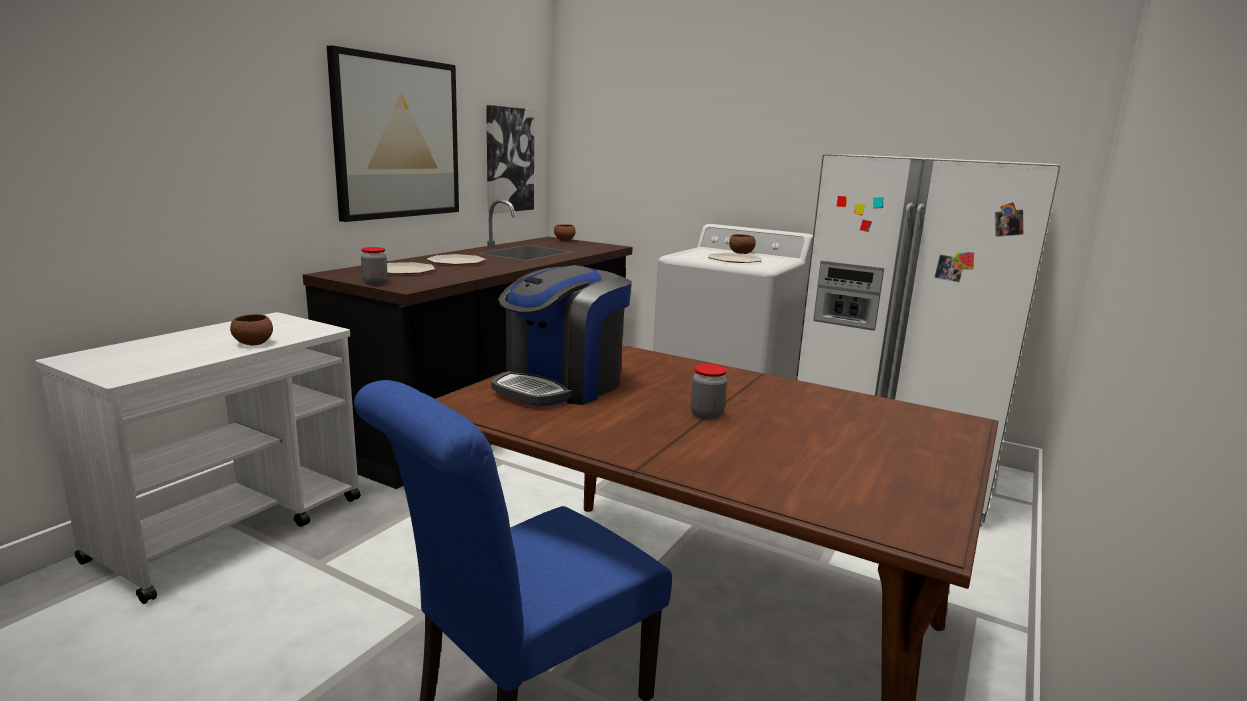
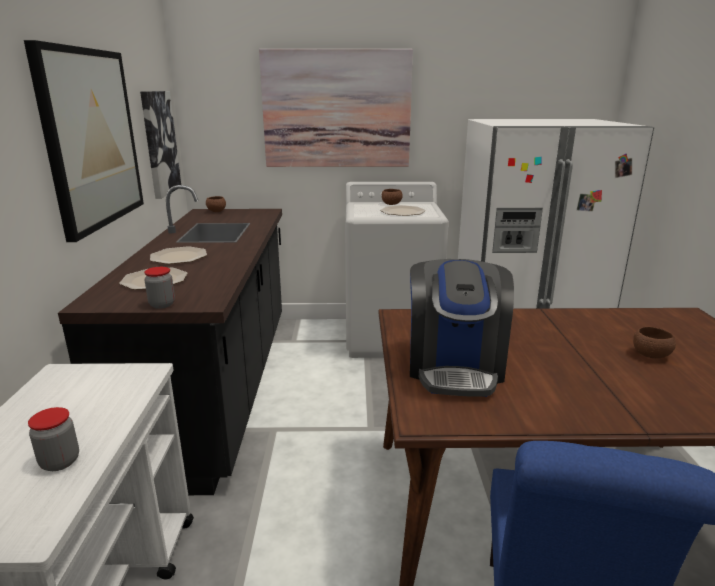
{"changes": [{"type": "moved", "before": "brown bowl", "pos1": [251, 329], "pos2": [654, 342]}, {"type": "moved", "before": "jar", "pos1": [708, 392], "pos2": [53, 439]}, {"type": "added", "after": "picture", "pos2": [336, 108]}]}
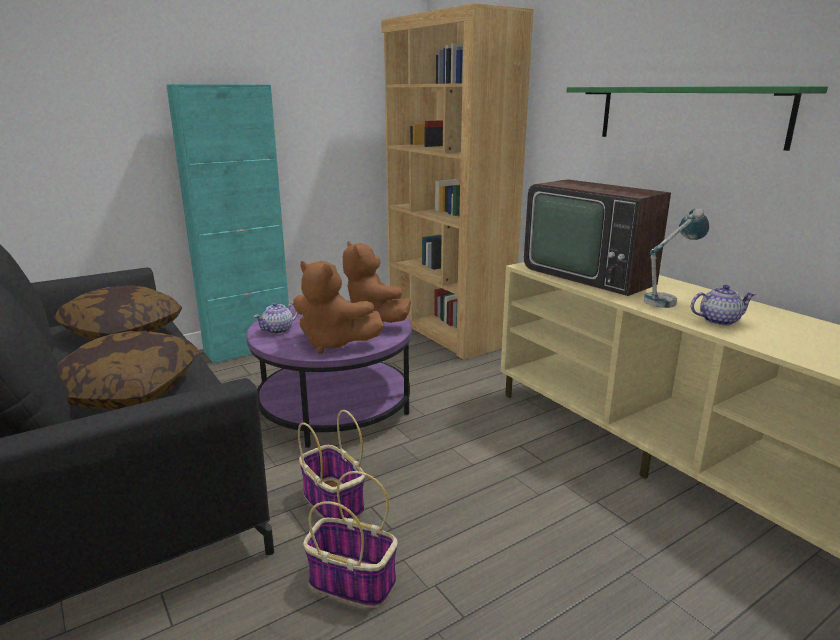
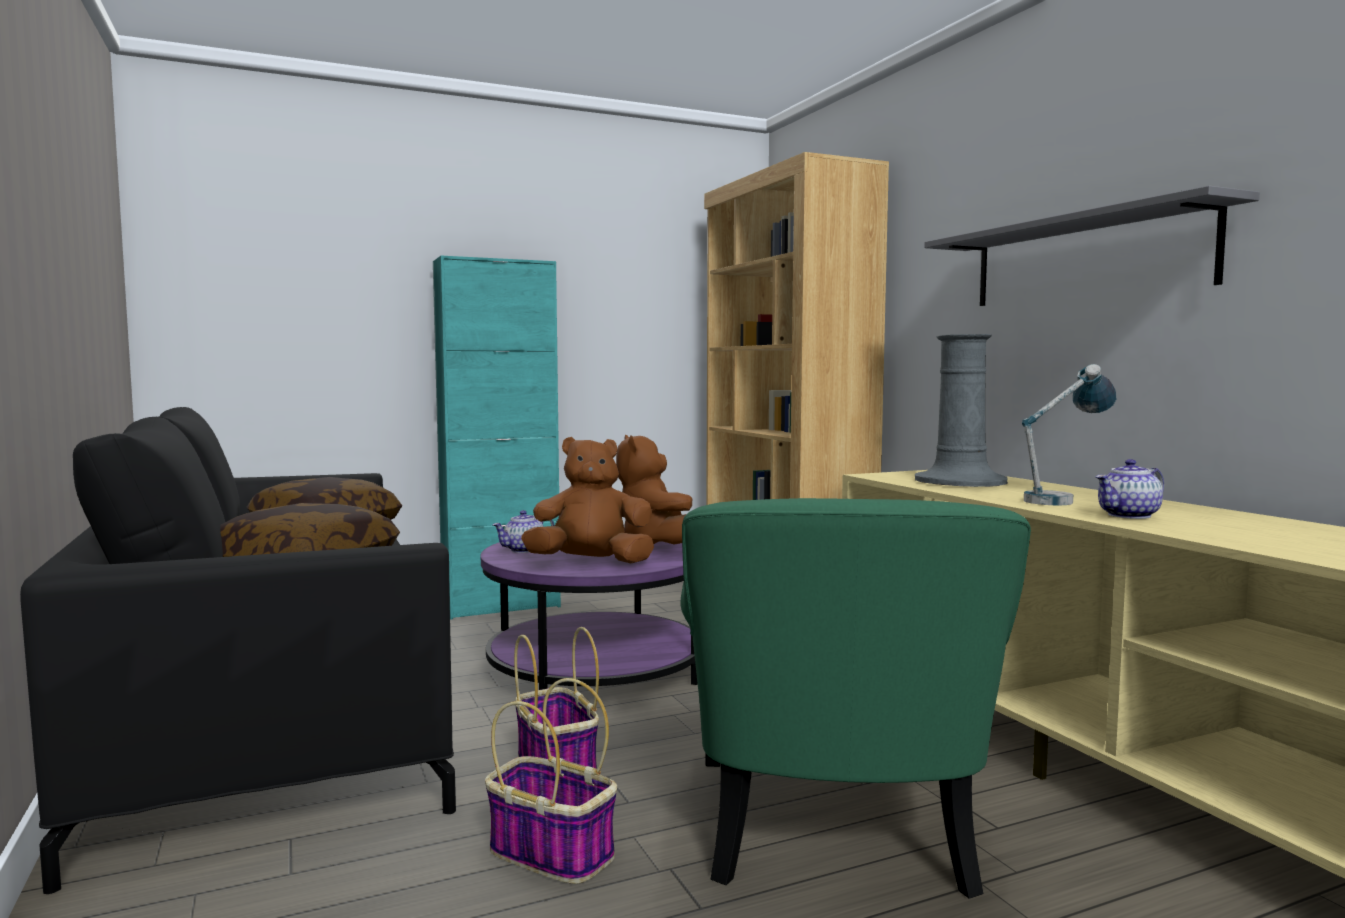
{"changes": [{"type": "turned", "before": "brown plush toy", "pos1": [338, 307], "pos2": [587, 500], "turn": 135}, {"type": "replaced", "before": "television", "after": "grey vase", "pos1": [597, 238], "pos2": [961, 410]}, {"type": "recoloured", "before": "green shelf", "after": "grey shelf", "pos1": [697, 118], "pos2": [1092, 246]}, {"type": "turned", "before": "teapot", "pos1": [723, 305], "pos2": [1130, 489], "turn": 150}, {"type": "added", "after": "green armchair", "pos2": [855, 698]}]}
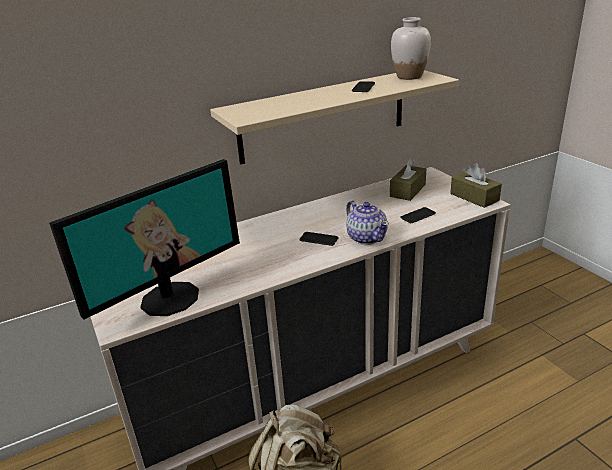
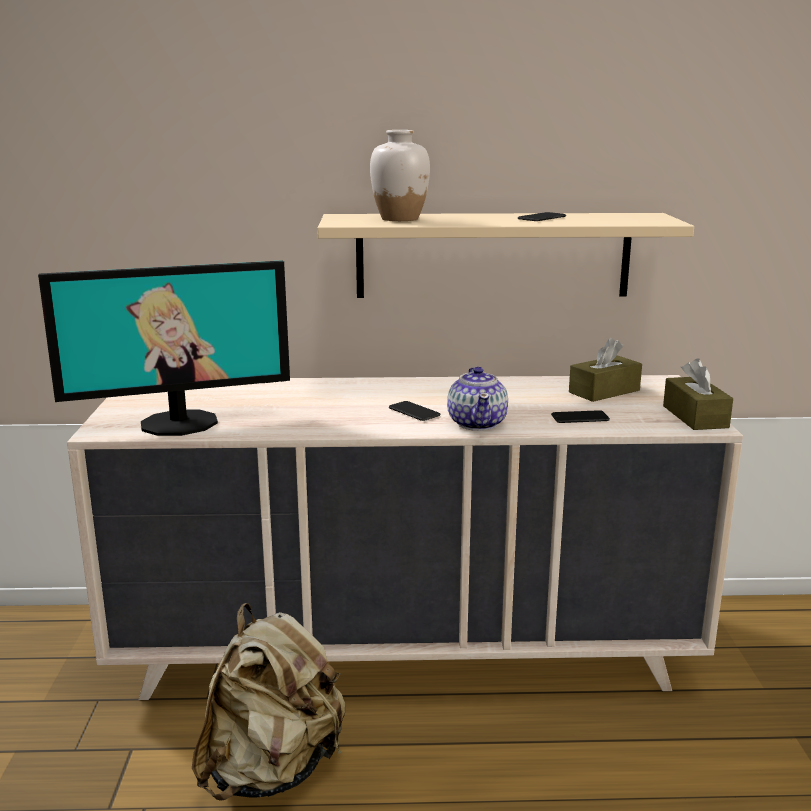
{"changes": [{"type": "moved", "before": "white vase", "pos1": [411, 48], "pos2": [400, 175]}]}
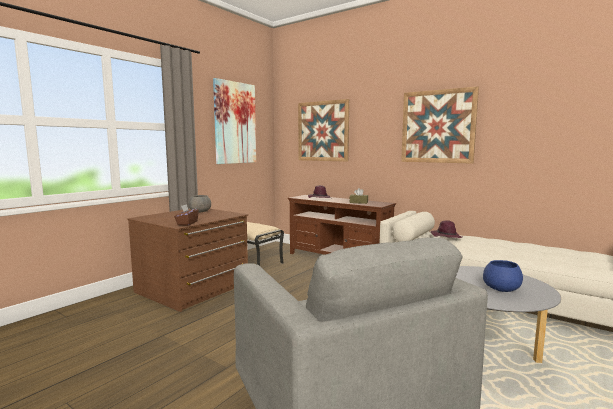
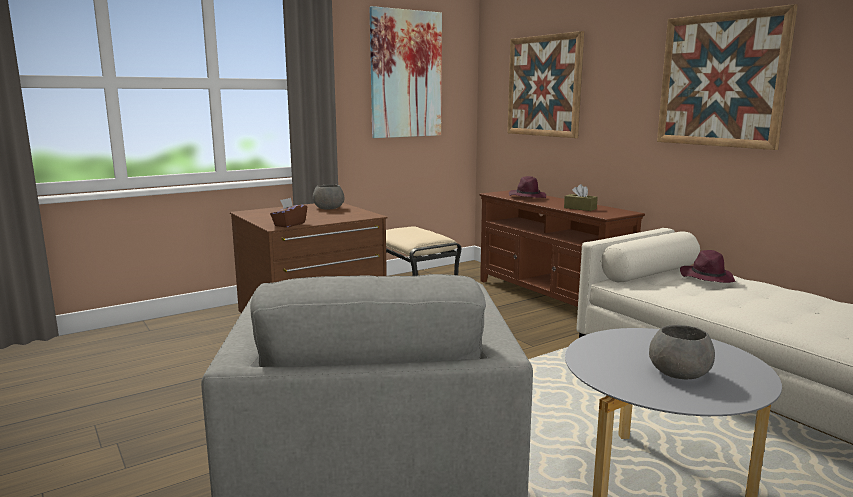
{"changes": [{"type": "recoloured", "before": "blue bowl", "after": "grey bowl", "pos1": [503, 276], "pos2": [682, 352]}]}
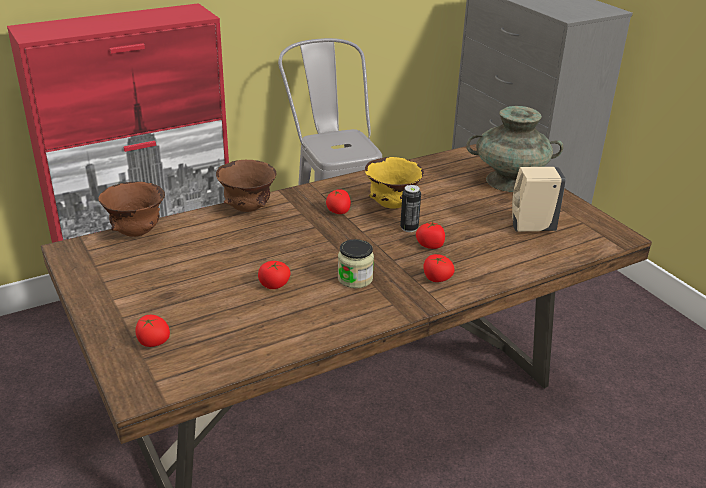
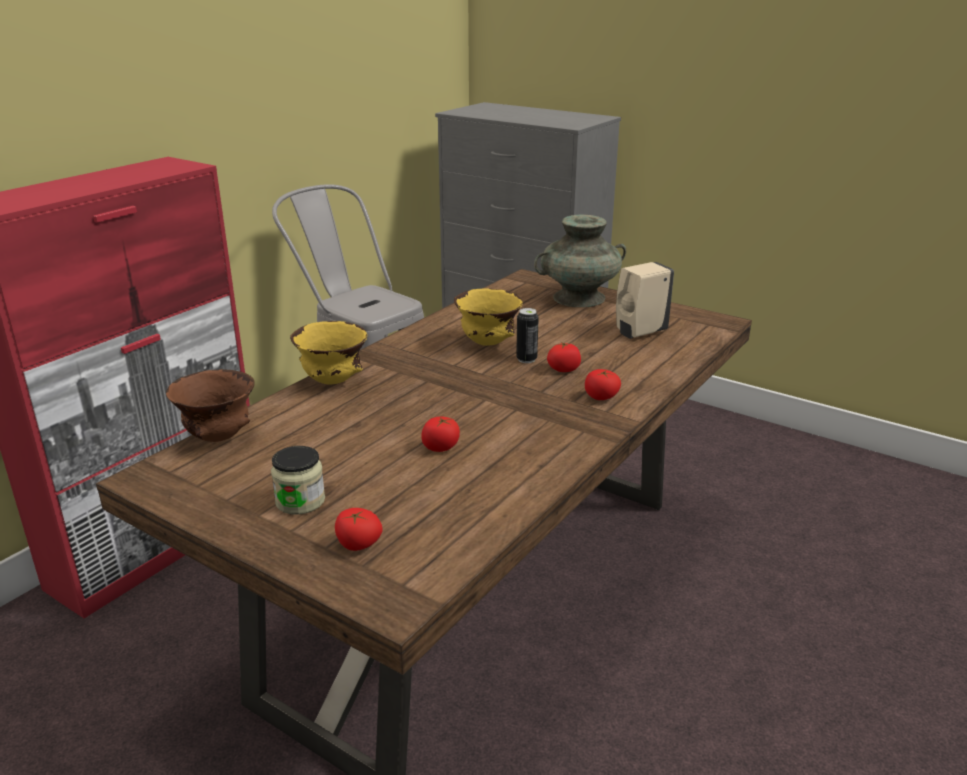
{"changes": [{"type": "recoloured", "before": "brown bowl", "after": "yellow bowl", "pos1": [246, 186], "pos2": [328, 353]}, {"type": "removed", "before": "tomato", "pos1": [338, 201]}, {"type": "moved", "before": "jar", "pos1": [356, 263], "pos2": [298, 480]}]}
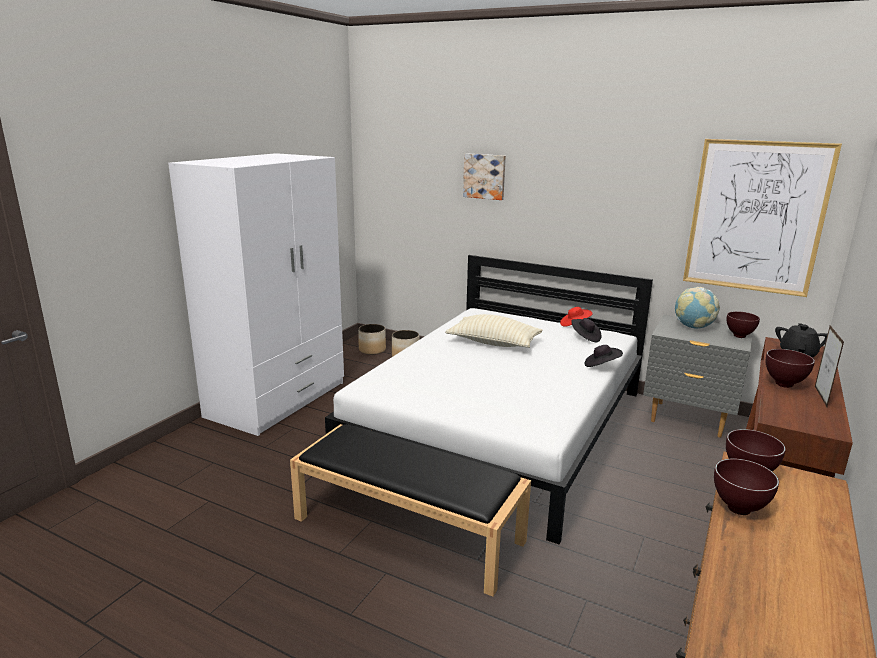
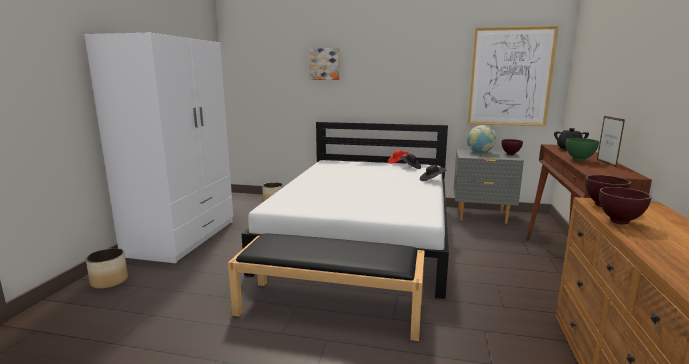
{"changes": [{"type": "moved", "before": "planter", "pos1": [372, 339], "pos2": [107, 268]}, {"type": "removed", "before": "beige pillow", "pos1": [494, 331]}, {"type": "recoloured", "before": "brown bowl", "after": "green bowl", "pos1": [790, 368], "pos2": [582, 150]}]}
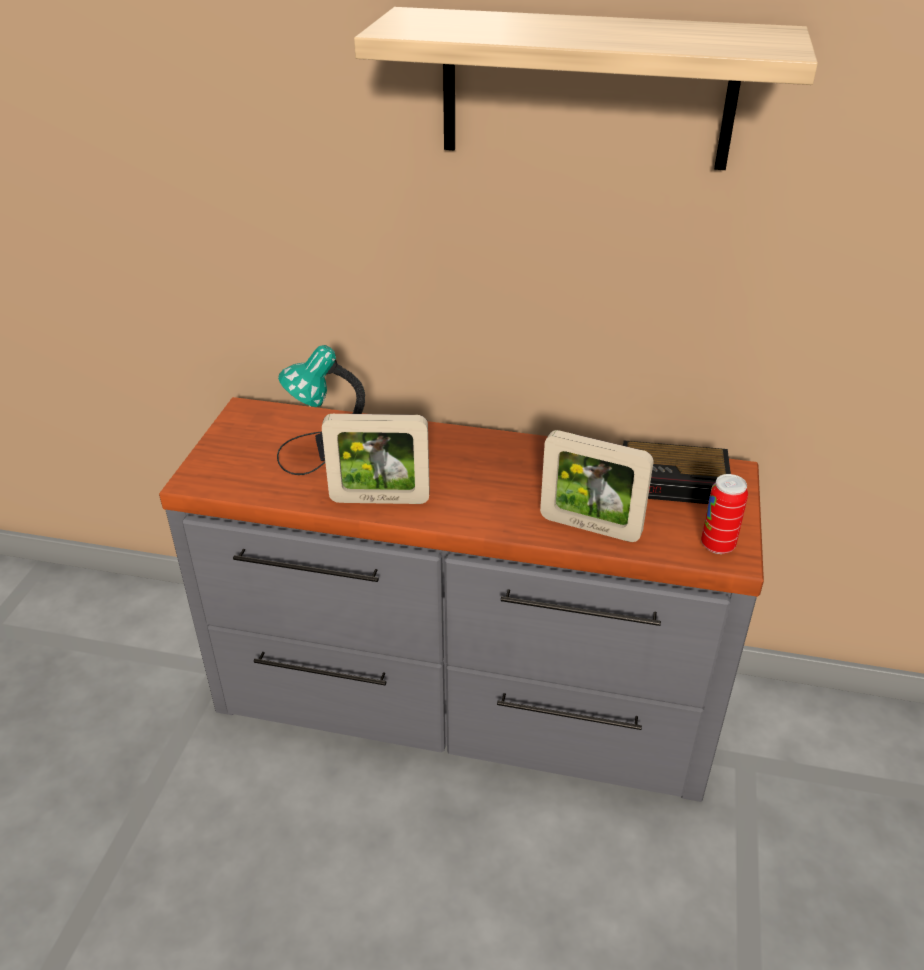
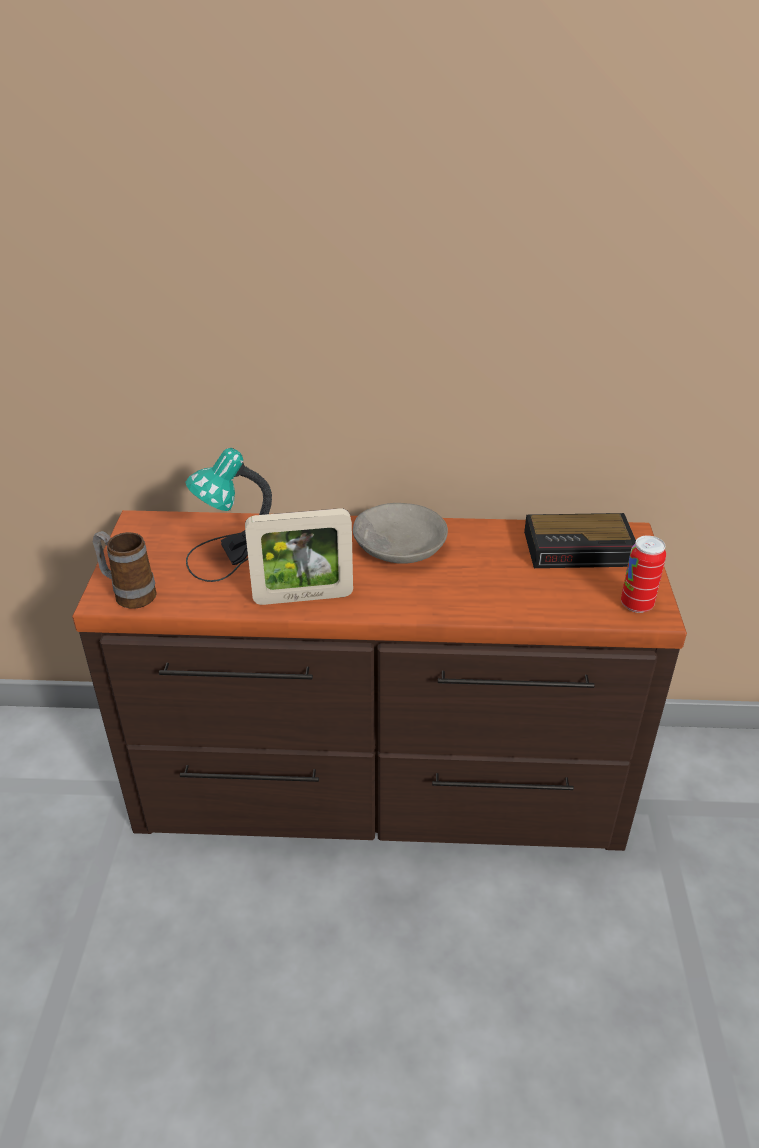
{"changes": [{"type": "recoloured", "before": "grey dresser", "after": "brown dresser", "pos1": [461, 599], "pos2": [379, 680]}, {"type": "removed", "before": "shelf", "pos1": [586, 88]}, {"type": "removed", "before": "picture frame", "pos1": [597, 486]}, {"type": "added", "after": "mug", "pos2": [125, 570]}, {"type": "added", "after": "grey bowl", "pos2": [400, 533]}]}
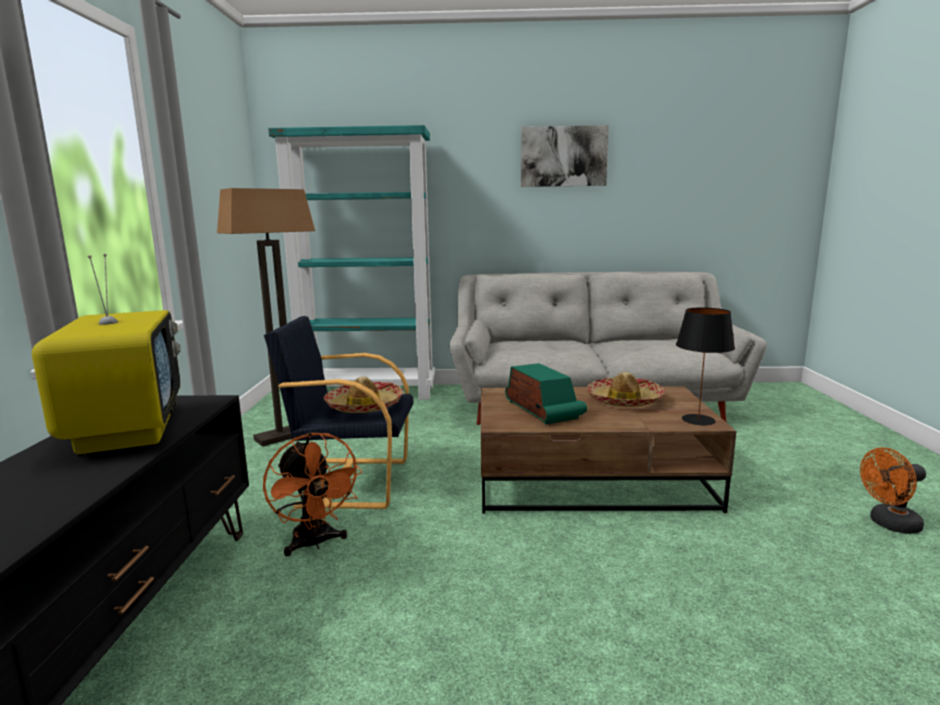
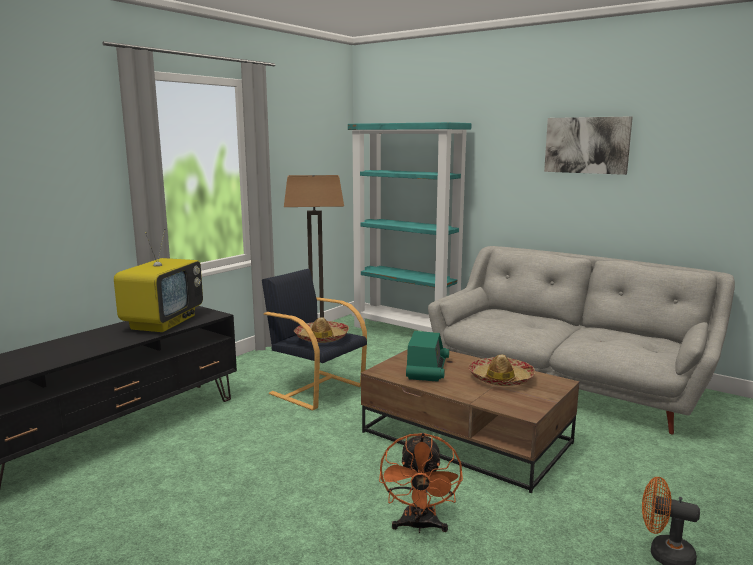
{"changes": [{"type": "moved", "before": "orange fan", "pos1": [313, 494], "pos2": [421, 483]}, {"type": "removed", "before": "black table lamp", "pos1": [705, 366]}]}
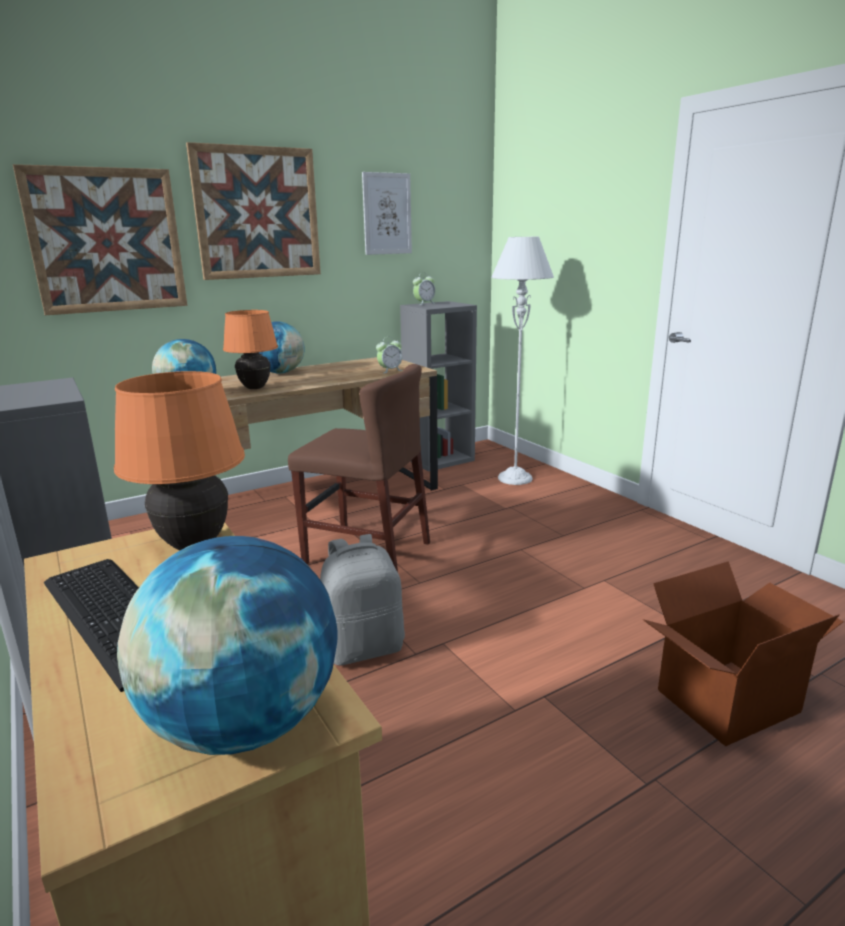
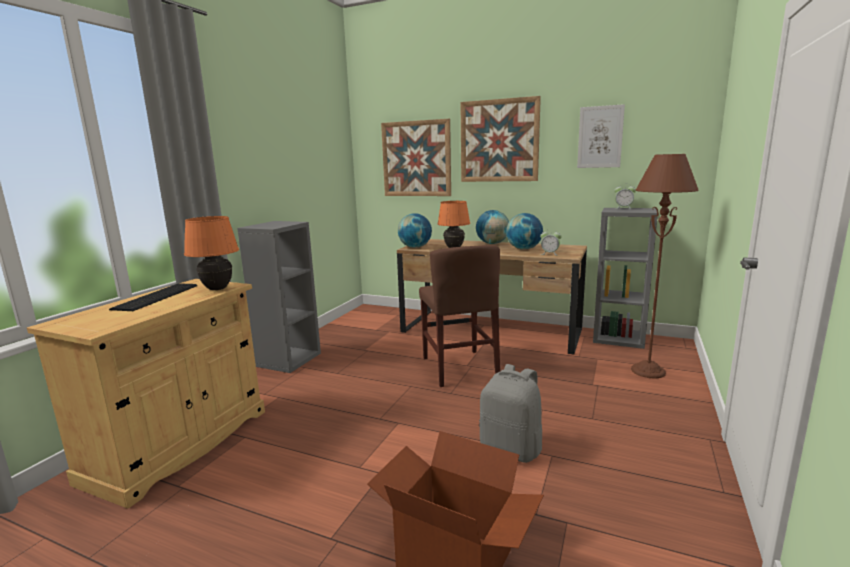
{"changes": [{"type": "moved", "before": "globe", "pos1": [227, 645], "pos2": [524, 231]}, {"type": "moved", "before": "grey backpack", "pos1": [362, 599], "pos2": [510, 413]}, {"type": "recoloured", "before": "grey floor lamp", "after": "brown floor lamp", "pos1": [522, 361], "pos2": [665, 266]}]}
